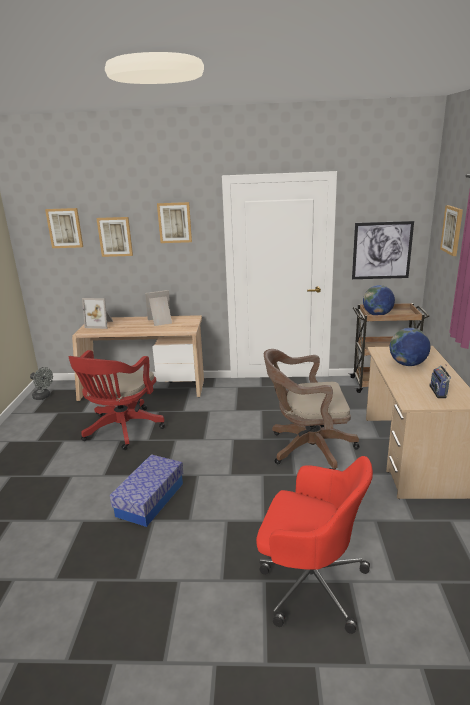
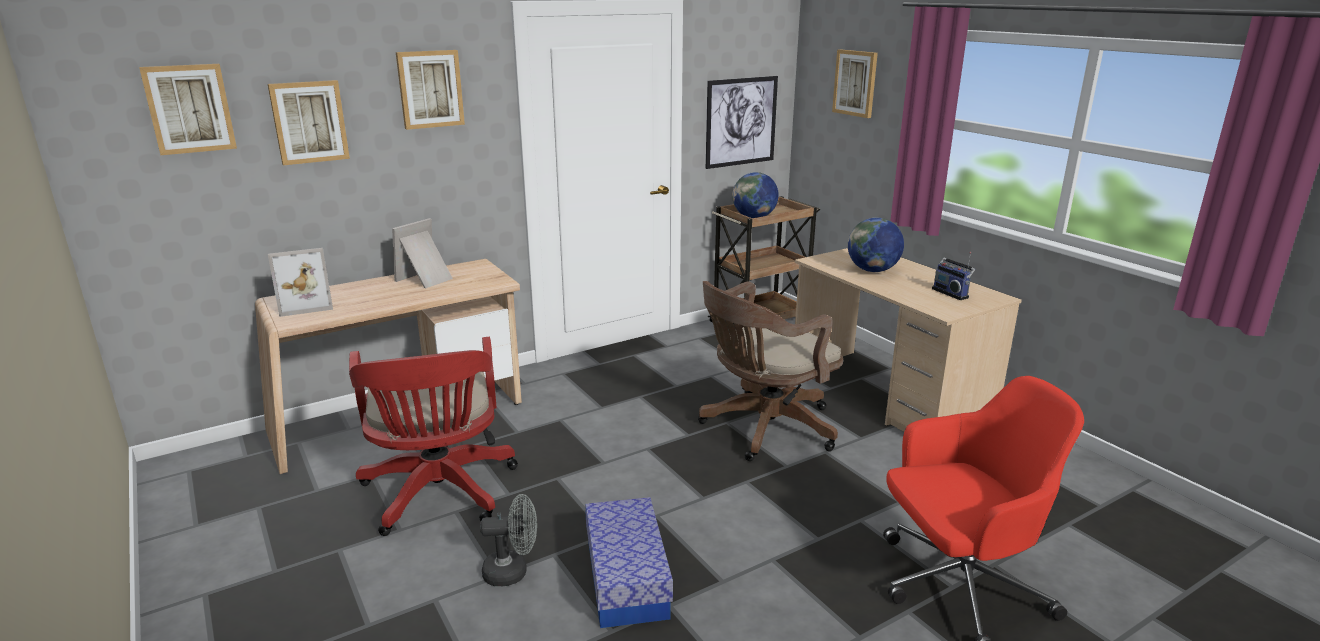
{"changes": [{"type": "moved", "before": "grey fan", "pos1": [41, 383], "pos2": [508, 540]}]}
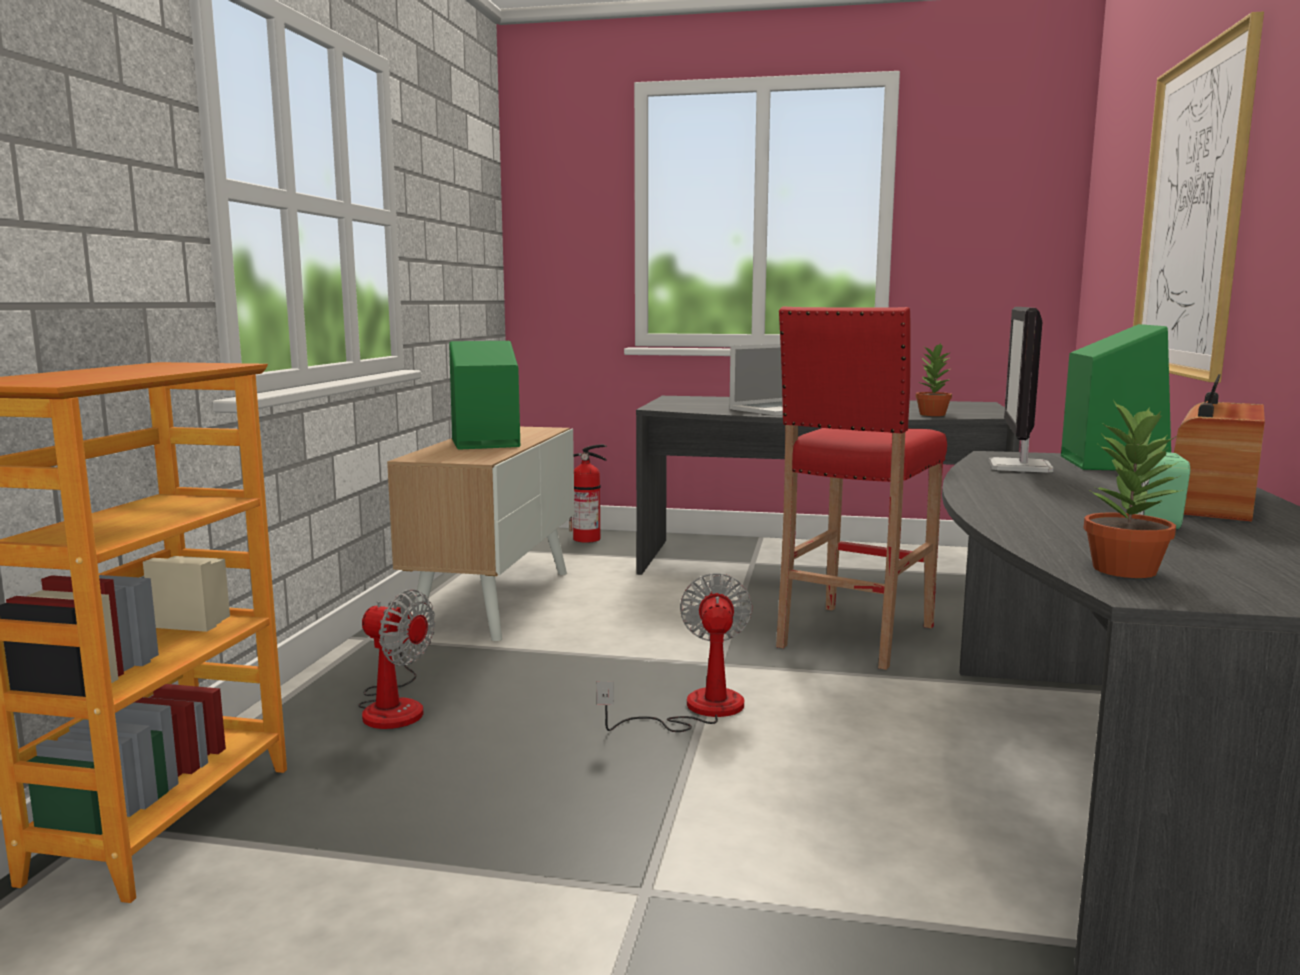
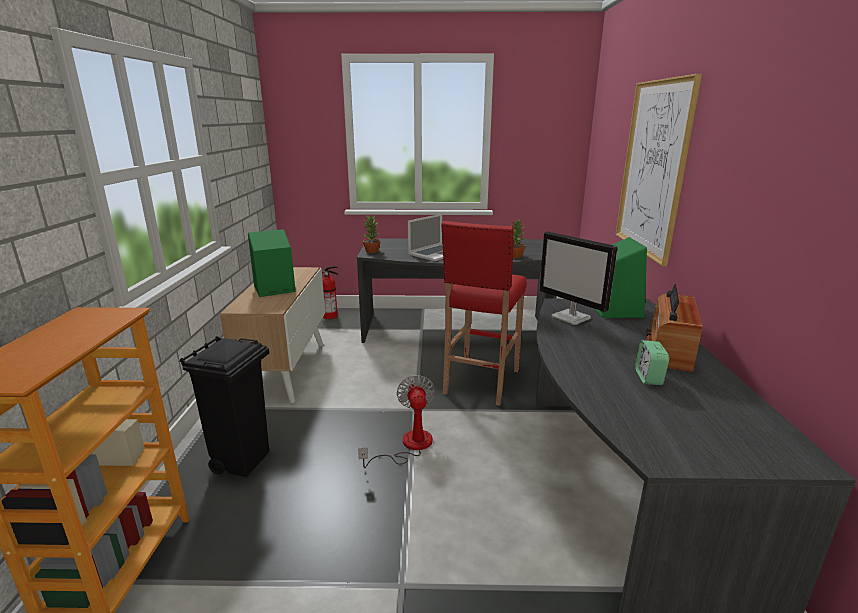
{"changes": [{"type": "replaced", "before": "fan", "after": "black trash can", "pos1": [396, 659], "pos2": [224, 406]}, {"type": "turned", "before": "monitor", "pos1": [1021, 390], "pos2": [578, 278], "turn": -45}, {"type": "moved", "before": "potted plant", "pos1": [1133, 489], "pos2": [372, 234]}]}
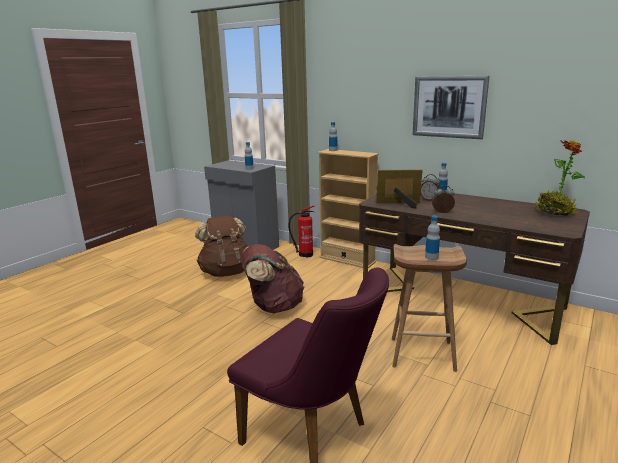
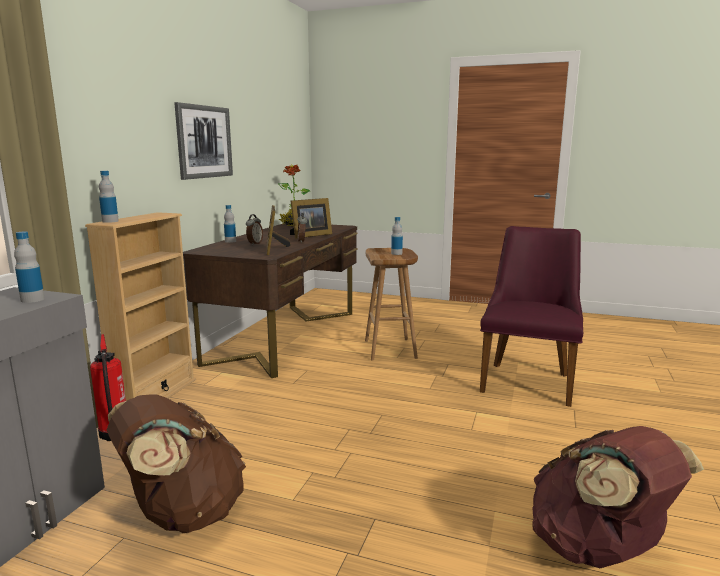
{"changes": [{"type": "moved", "before": "brown backpack", "pos1": [273, 278], "pos2": [618, 497]}, {"type": "added", "after": "picture frame", "pos2": [311, 218]}]}
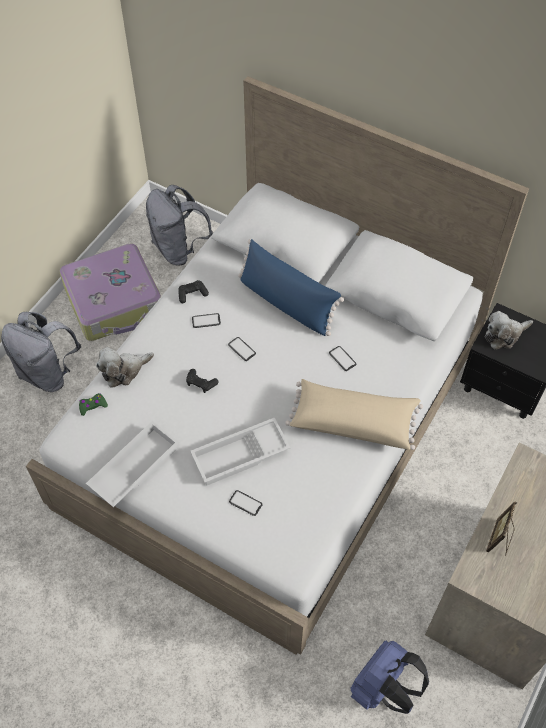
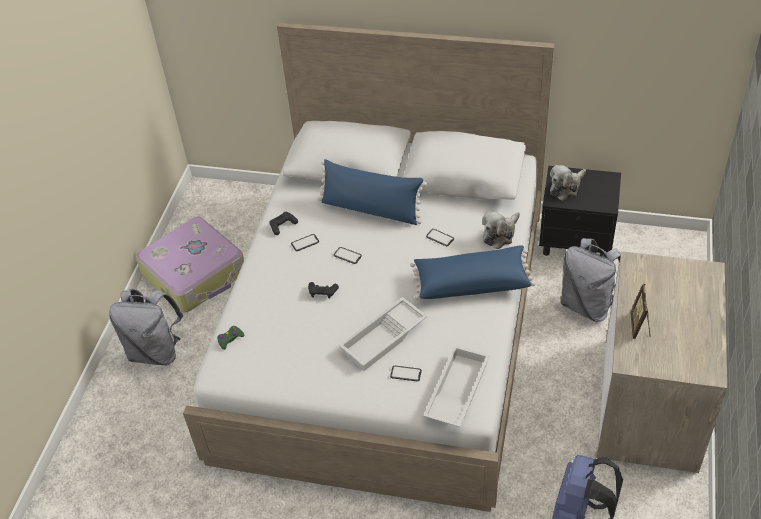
{"changes": [{"type": "moved", "before": "white tray", "pos1": [133, 464], "pos2": [456, 386]}, {"type": "moved", "before": "plush toy", "pos1": [125, 367], "pos2": [501, 230]}, {"type": "moved", "before": "grey backpack", "pos1": [179, 225], "pos2": [591, 280]}, {"type": "recoloured", "before": "beige pillow", "after": "blue pillow", "pos1": [354, 414], "pos2": [473, 272]}]}
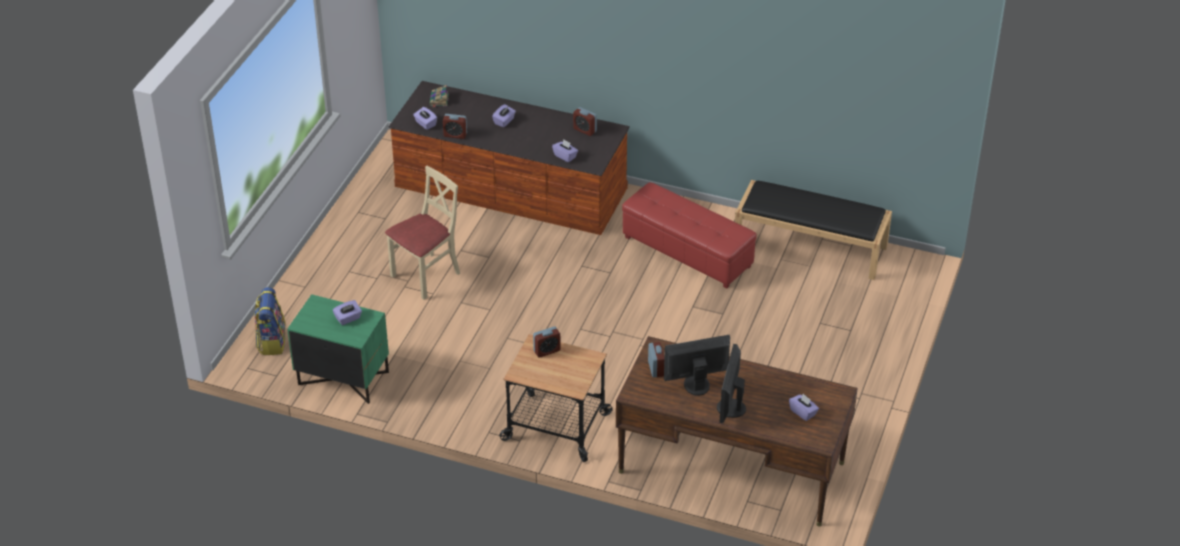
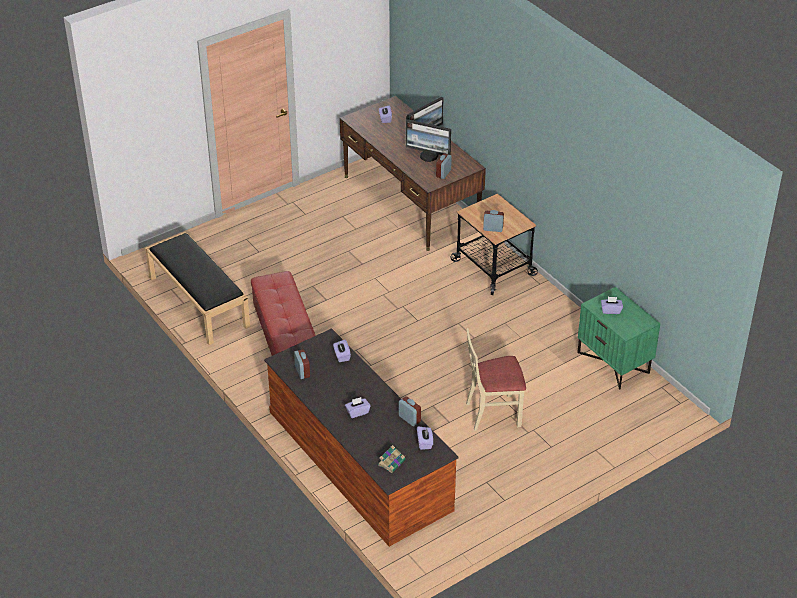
{"changes": [{"type": "removed", "before": "backpack", "pos1": [270, 321]}]}
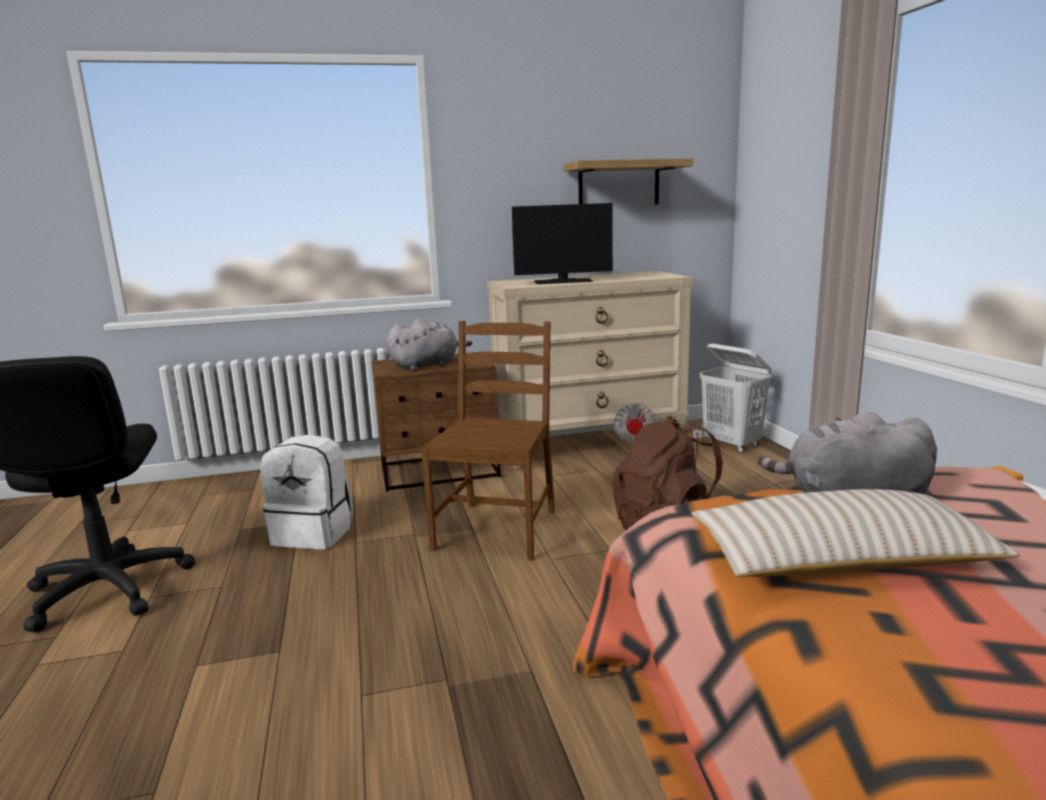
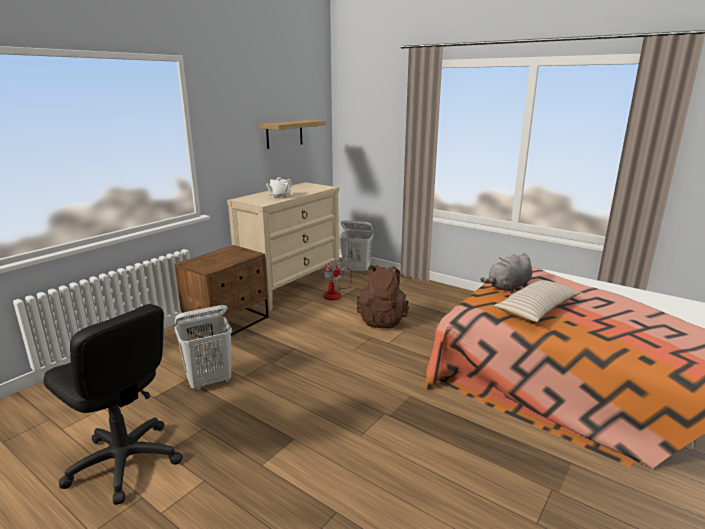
{"changes": [{"type": "replaced", "before": "white backpack", "after": "white laundry basket", "pos1": [306, 491], "pos2": [203, 348]}, {"type": "removed", "before": "grey plush toy", "pos1": [429, 345]}, {"type": "removed", "before": "brown chair", "pos1": [488, 441]}, {"type": "replaced", "before": "monitor", "after": "white teapot", "pos1": [562, 243], "pos2": [279, 188]}]}
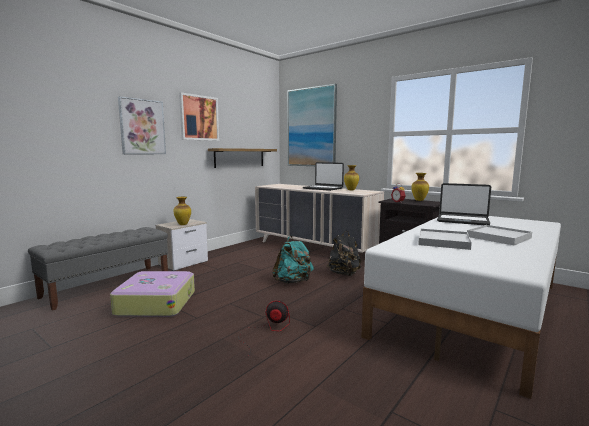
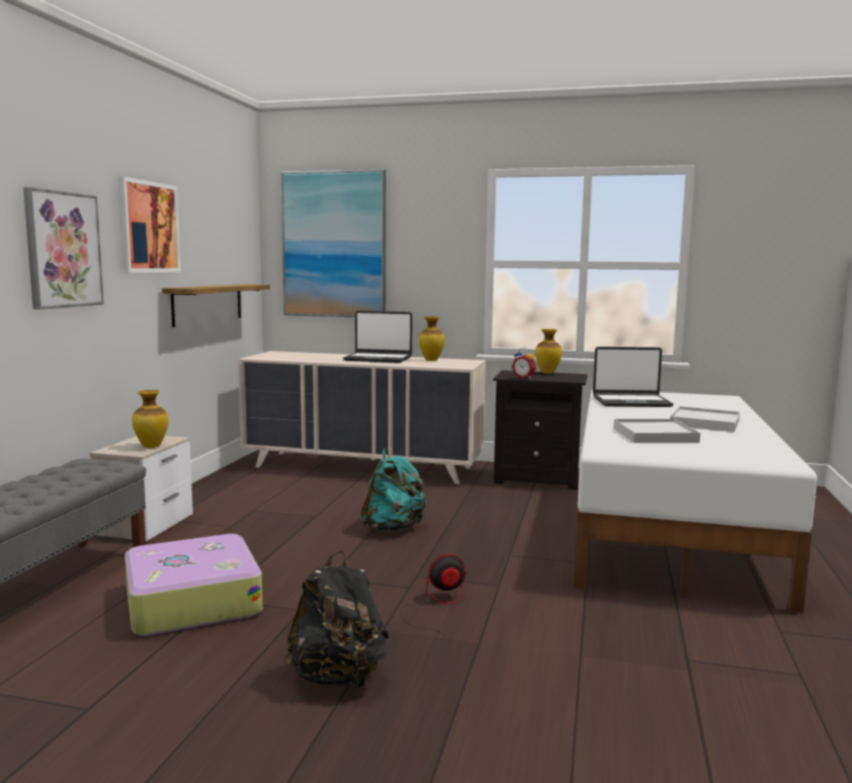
{"changes": [{"type": "moved", "before": "black backpack", "pos1": [344, 253], "pos2": [336, 619]}]}
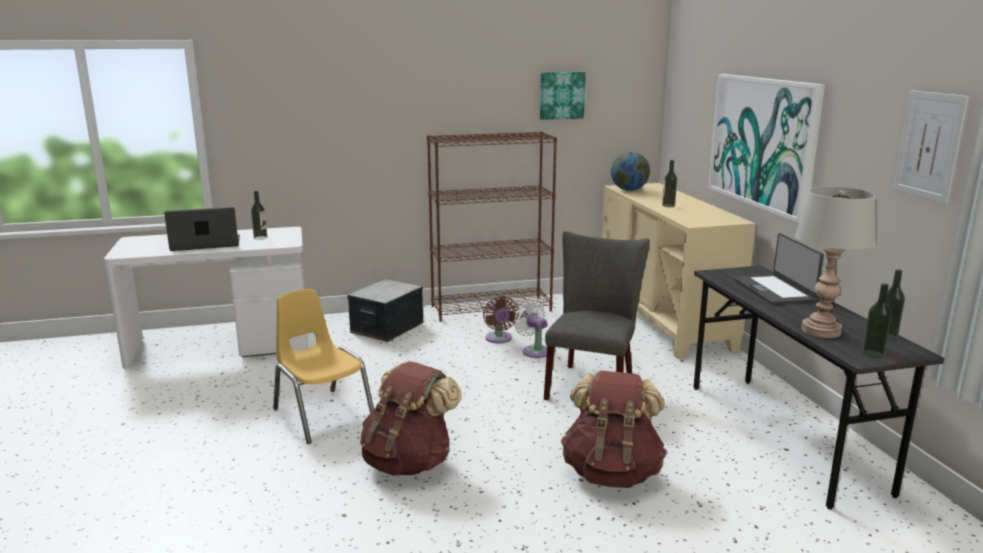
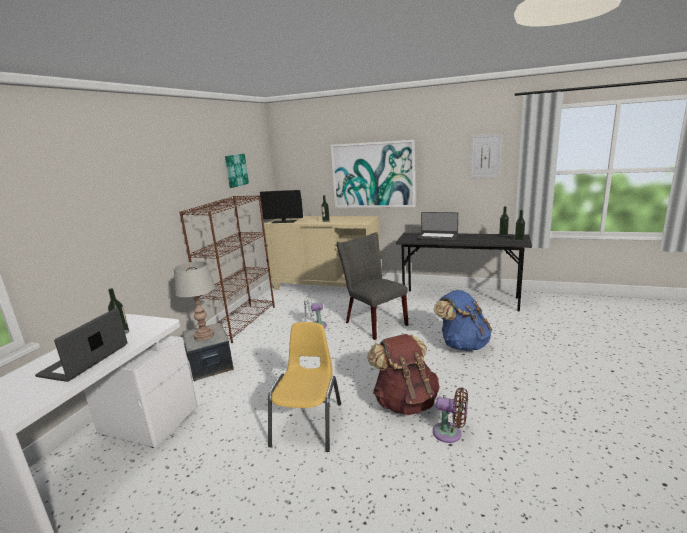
{"changes": [{"type": "turned", "before": "yellow chair", "pos1": [323, 366], "pos2": [304, 387], "turn": 105}, {"type": "moved", "before": "brown fan", "pos1": [501, 319], "pos2": [450, 415]}, {"type": "recoloured", "before": "brown backpack", "after": "blue backpack", "pos1": [614, 429], "pos2": [462, 320]}, {"type": "replaced", "before": "globe", "after": "monitor", "pos1": [630, 171], "pos2": [281, 206]}, {"type": "moved", "before": "grey table lamp", "pos1": [835, 262], "pos2": [194, 301]}]}
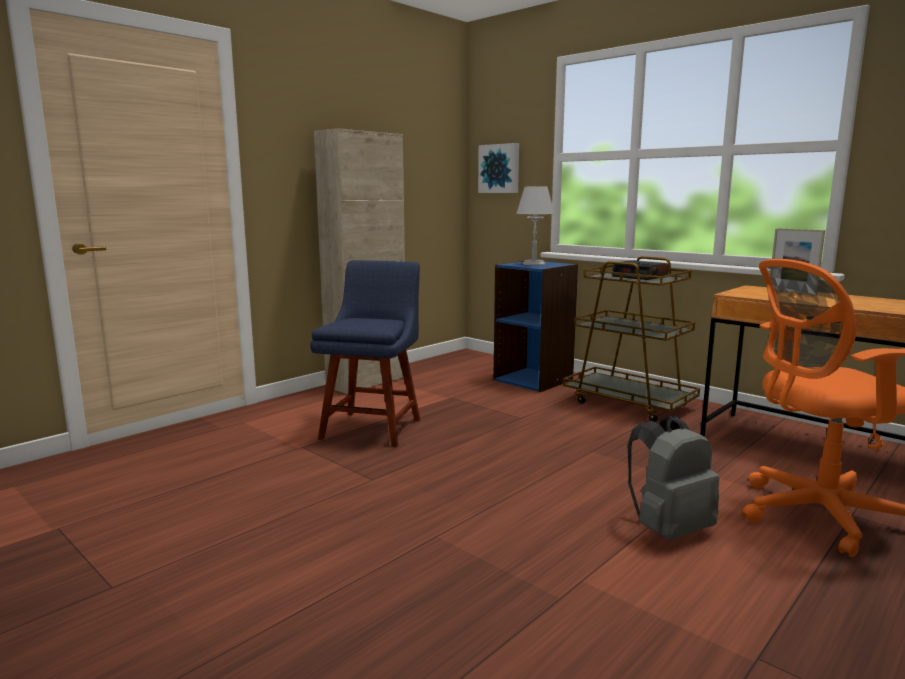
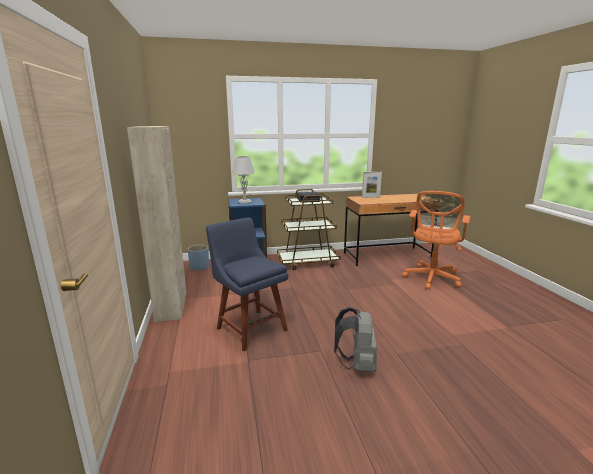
{"changes": [{"type": "removed", "before": "picture", "pos1": [498, 168]}, {"type": "moved", "before": "grey backpack", "pos1": [673, 478], "pos2": [355, 339]}, {"type": "added", "after": "blue planter", "pos2": [198, 257]}]}
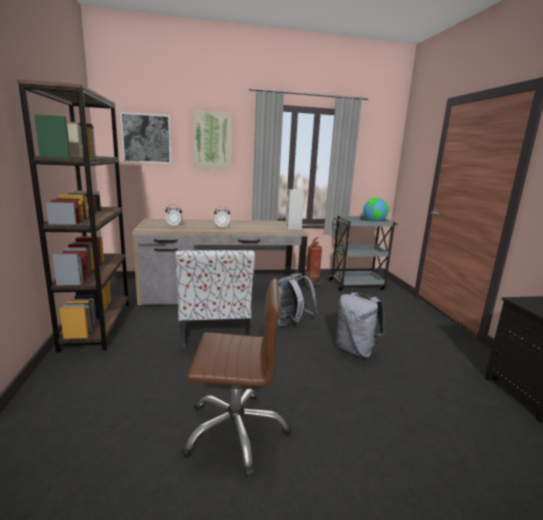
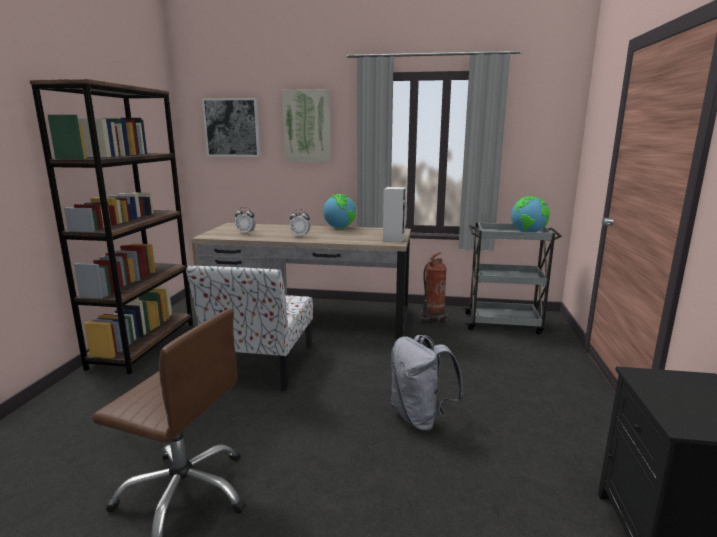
{"changes": [{"type": "removed", "before": "grey backpack", "pos1": [297, 299]}, {"type": "added", "after": "globe", "pos2": [339, 211]}]}
